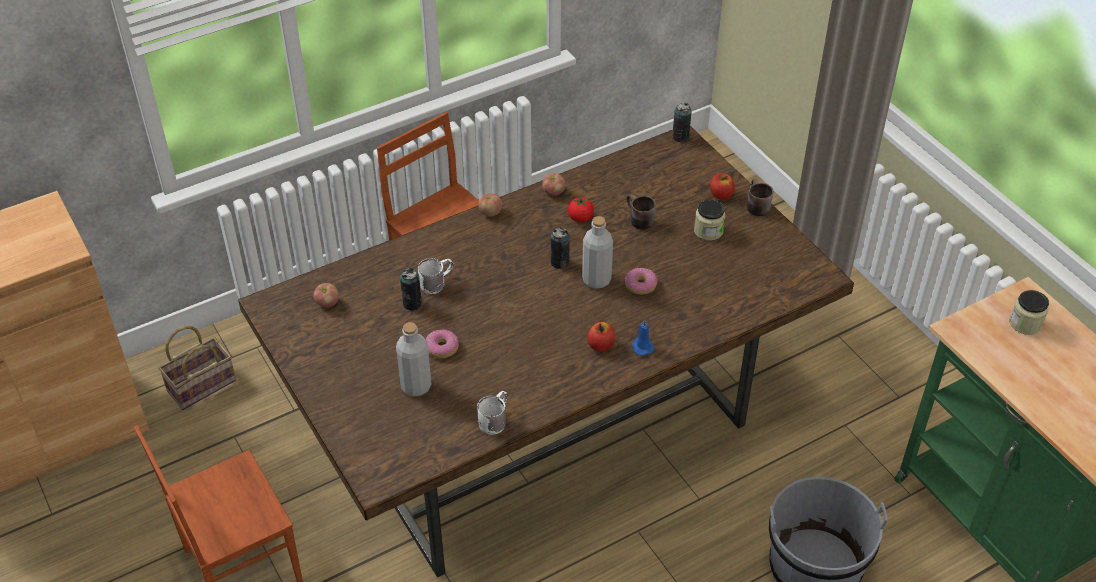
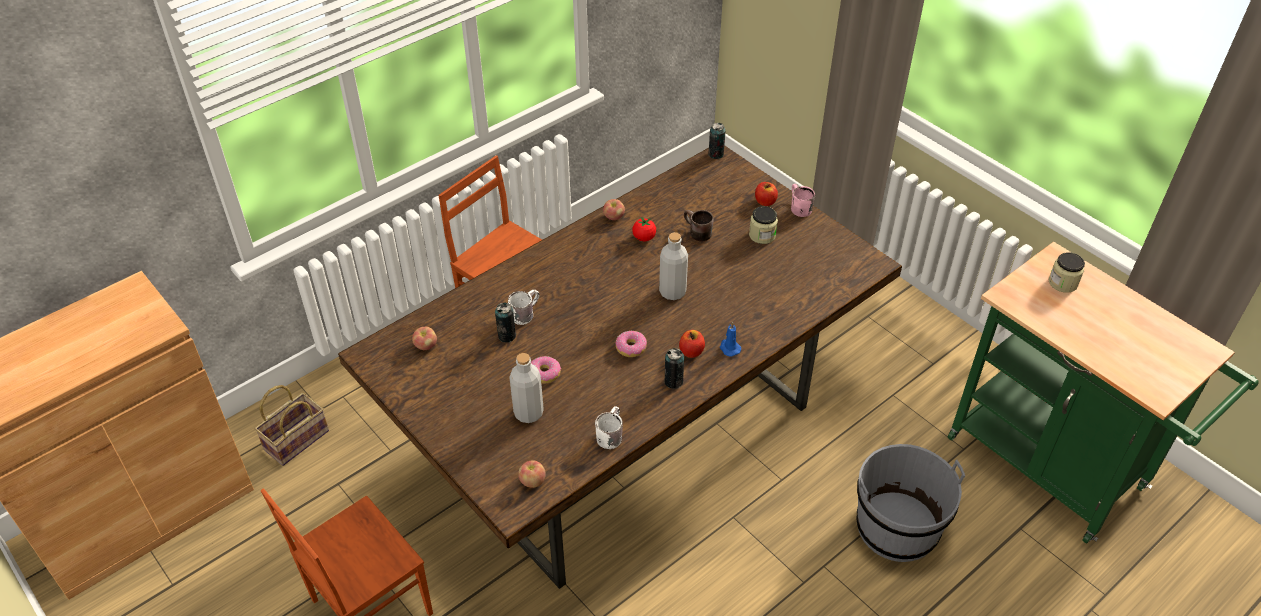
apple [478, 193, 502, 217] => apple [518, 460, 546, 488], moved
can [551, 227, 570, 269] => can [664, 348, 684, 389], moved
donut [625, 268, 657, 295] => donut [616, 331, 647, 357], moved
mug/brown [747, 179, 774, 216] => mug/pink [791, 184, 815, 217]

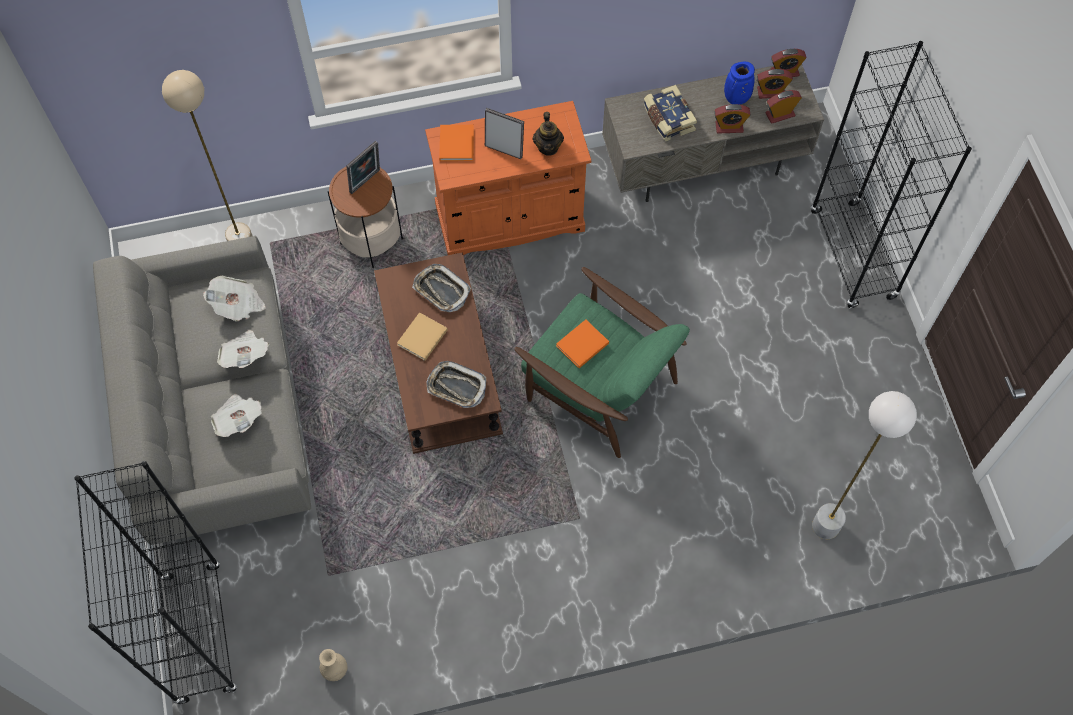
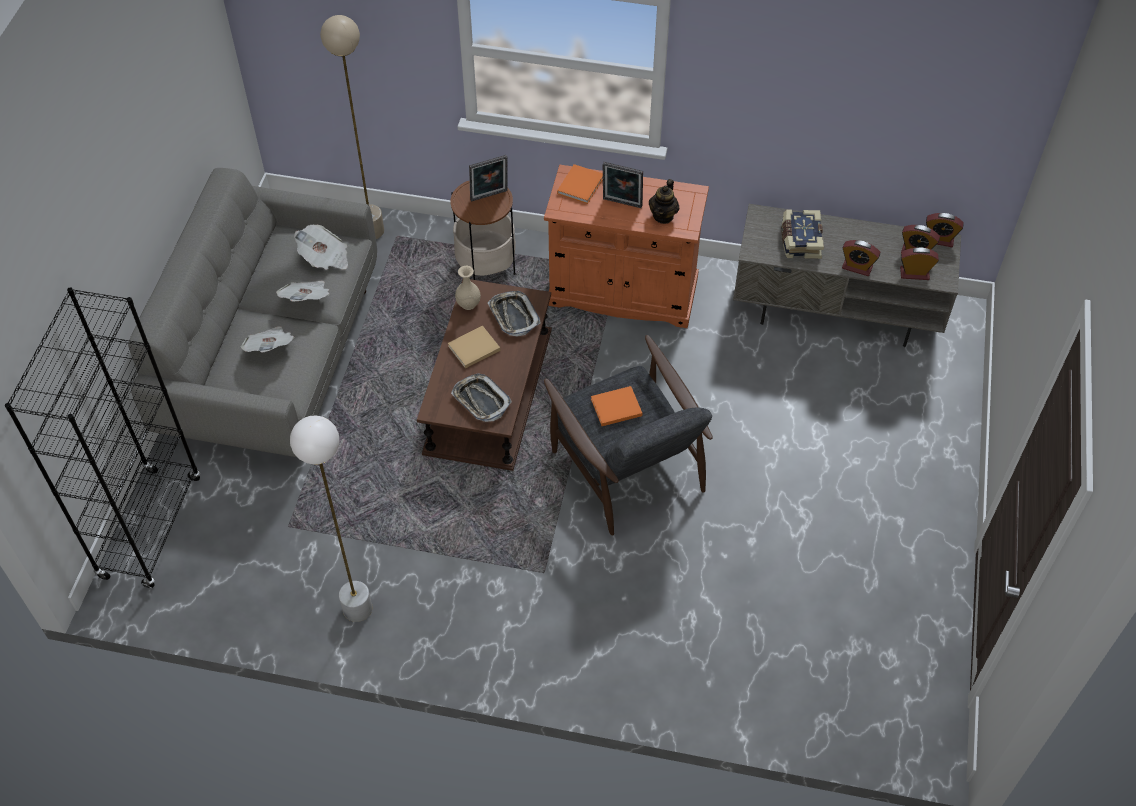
vase/beige [319, 649, 347, 681] => vase/beige [455, 266, 481, 310], moved
picture frame [485, 108, 524, 159] => picture frame [603, 162, 643, 208], 150 degrees clockwise
armchair/green [514, 267, 690, 458] => armchair/grey [544, 335, 713, 535]
vase/blue [724, 62, 755, 105] => nothing
bookcase/black [811, 41, 972, 308] => nothing
floor lamp/white [812, 391, 917, 539] => floor lamp/white [290, 415, 372, 622], moved

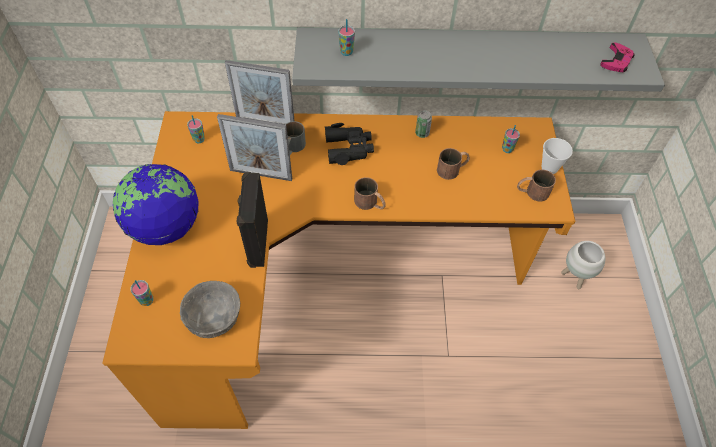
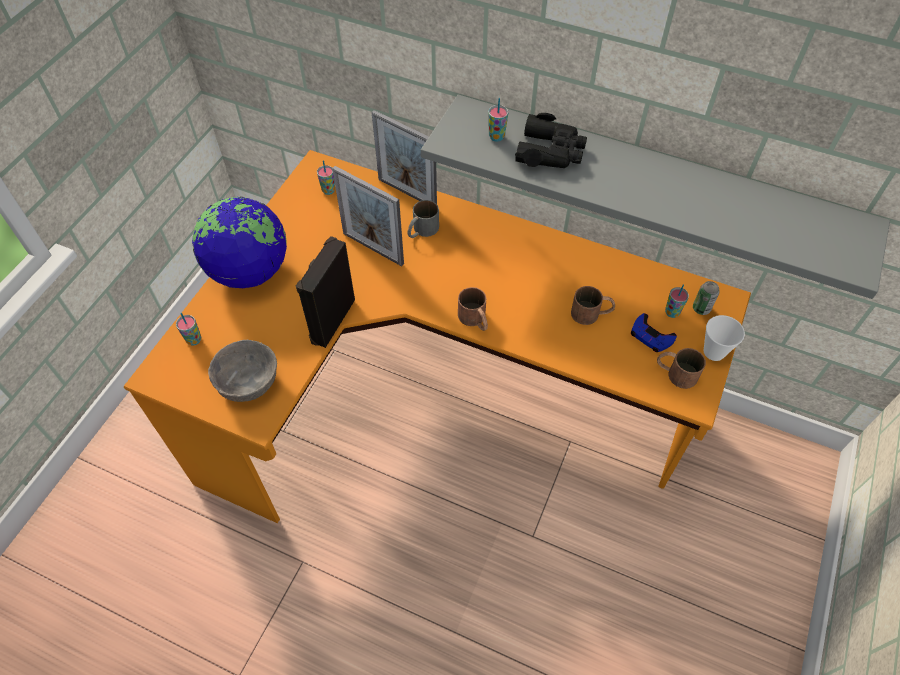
binoculars/black [325, 123, 374, 165] => binoculars/black [515, 113, 587, 168], moved
can [415, 110, 432, 138] => can [693, 281, 720, 315], moved
planter/white [561, 241, 605, 289] => nothing
game controller/pink [600, 42, 634, 72] => nothing
nothing => game controller/blue [631, 313, 677, 352]

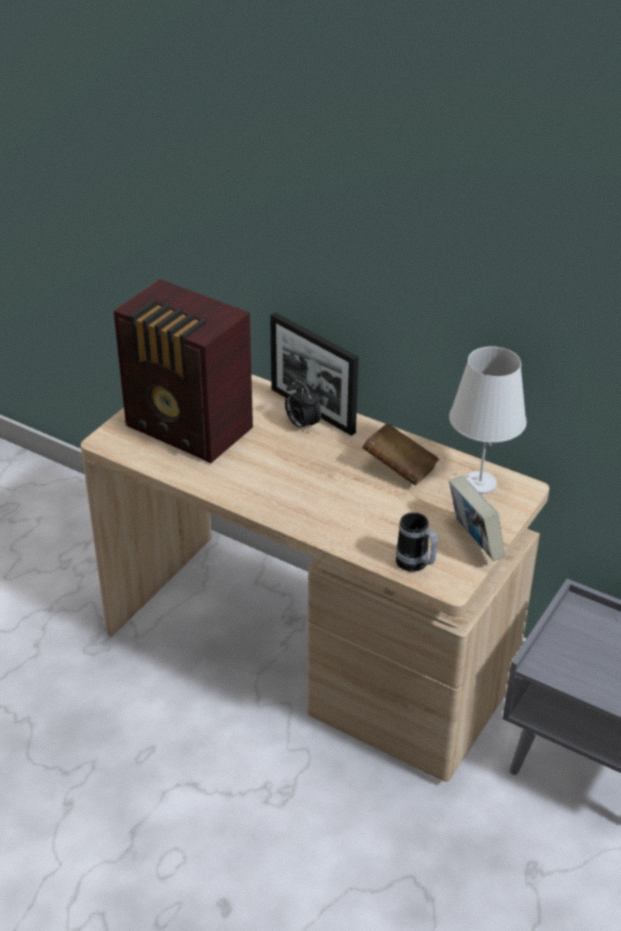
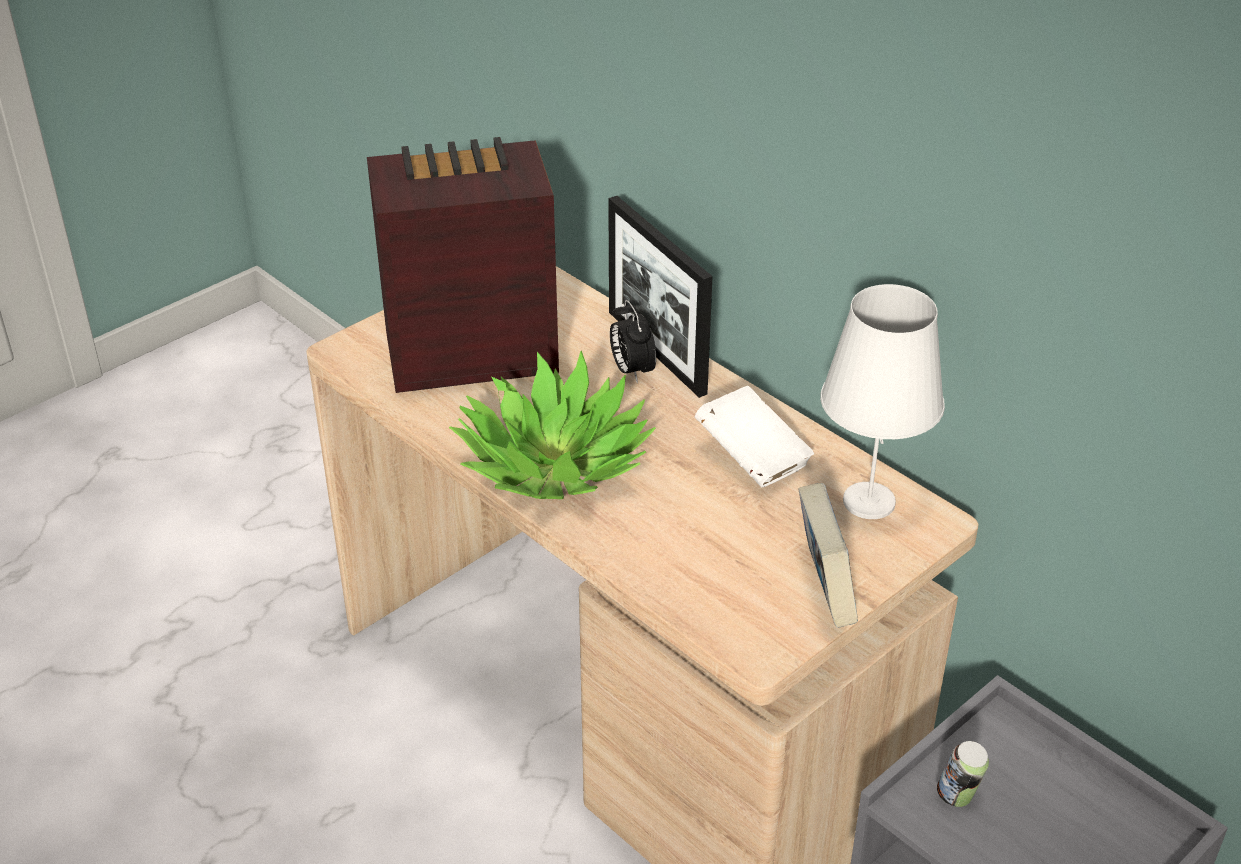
radio [113, 279, 253, 463] => radio [367, 137, 559, 393], 120 degrees clockwise
book/brown [362, 423, 439, 485] => book/white [695, 386, 814, 488]
mug [396, 512, 438, 572] => nothing
nothing => potted plant [449, 350, 656, 499]
nothing => can [937, 741, 989, 807]

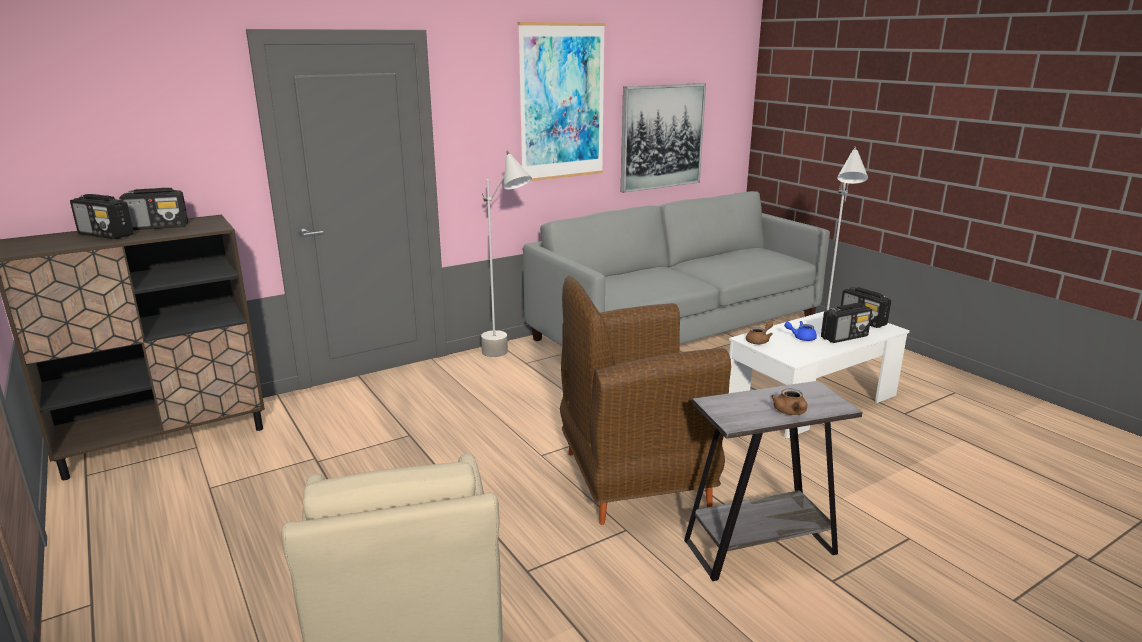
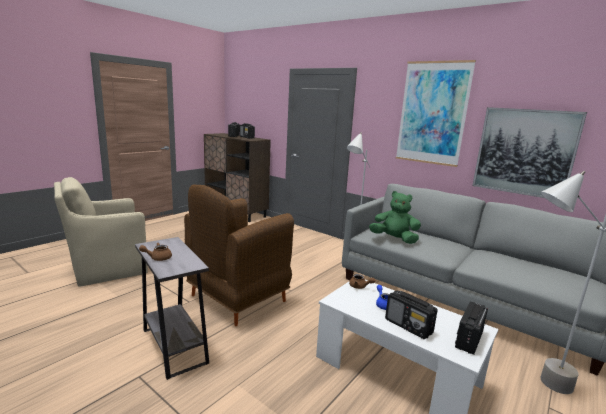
armchair/brown [560, 276, 731, 525] => armchair/brown [184, 184, 294, 326], 105 degrees counterclockwise
nothing => plush toy/green [369, 191, 421, 244]

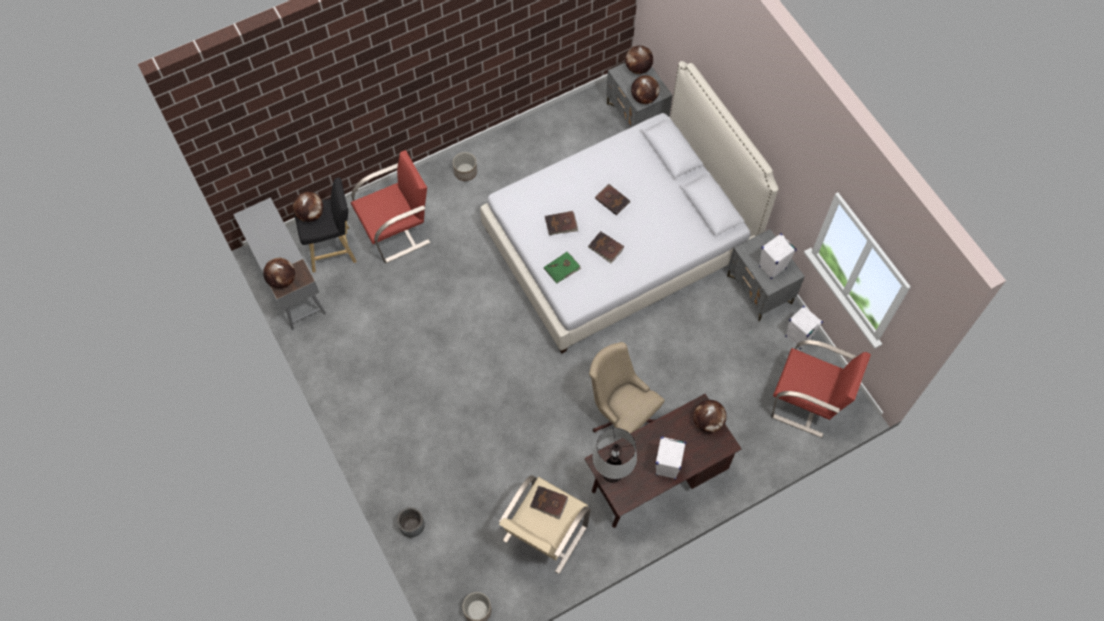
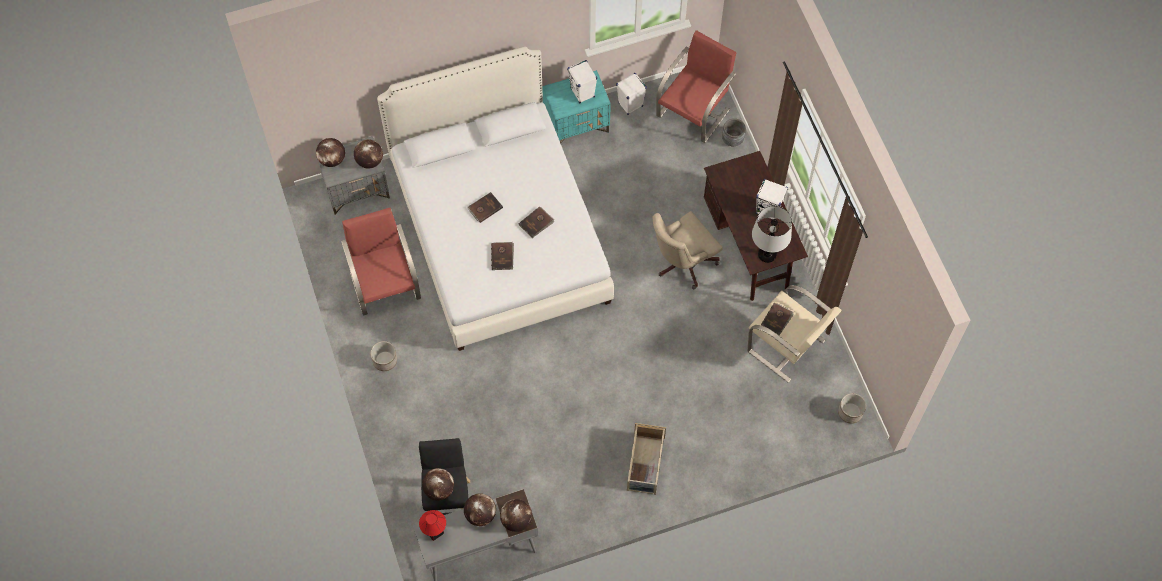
armchair/red [351, 150, 430, 263] => armchair/red [341, 208, 421, 316], moved
planter/grey [397, 507, 425, 537] => planter/grey [722, 118, 746, 146], moved
book/green [544, 252, 581, 284] => nothing
globe [693, 400, 726, 433] => globe [464, 493, 496, 526], moved
nightstand/grey [727, 229, 805, 322] => nightstand/turquoise [542, 70, 611, 144]
nothing => table lamp [419, 510, 446, 541]
nothing => storage box/beige [627, 423, 666, 495]

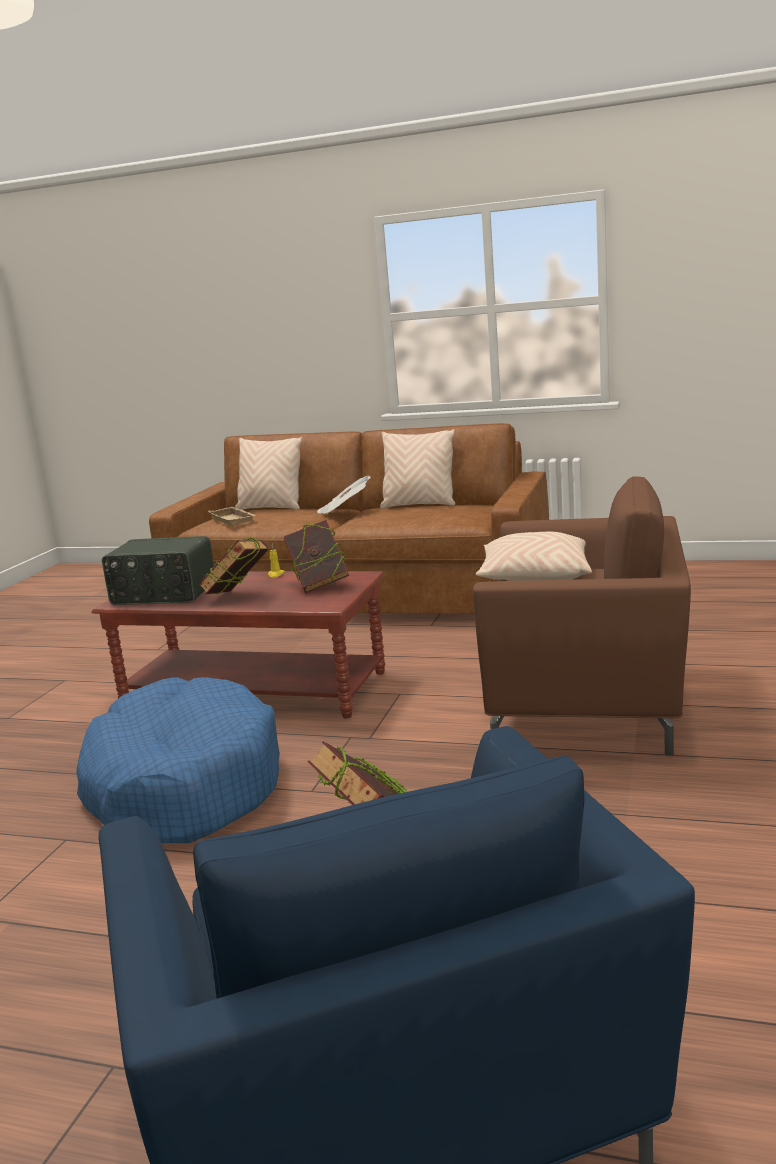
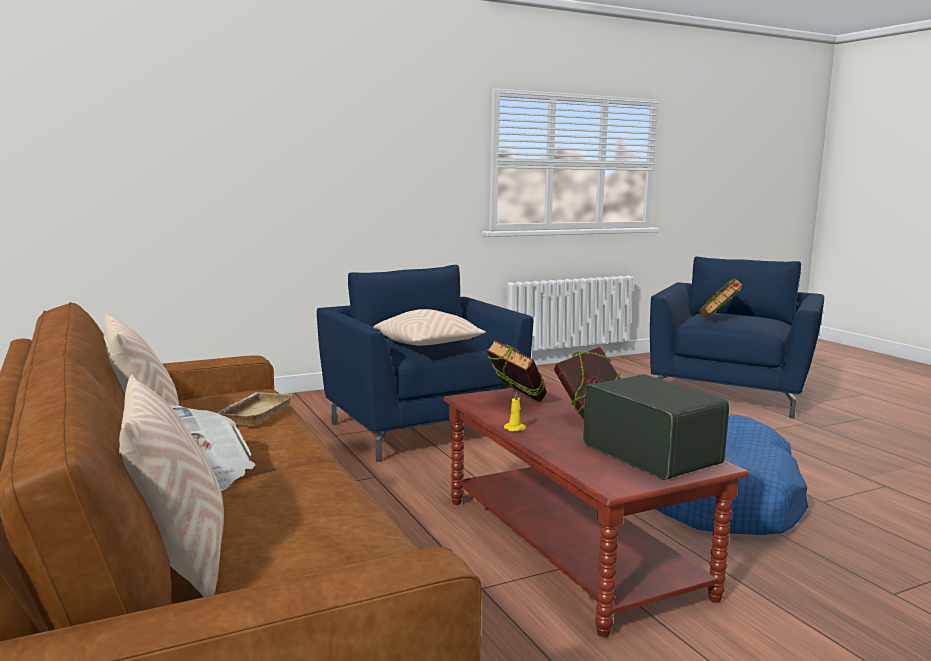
tray/beige [208, 507, 255, 526] => tray/beige [217, 392, 293, 426], moved
armchair/brown [473, 476, 691, 756] => armchair/blue [317, 265, 533, 462]

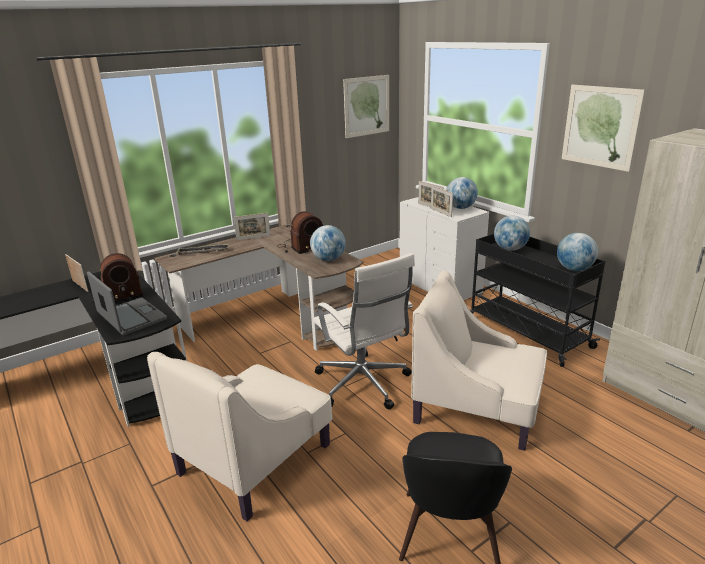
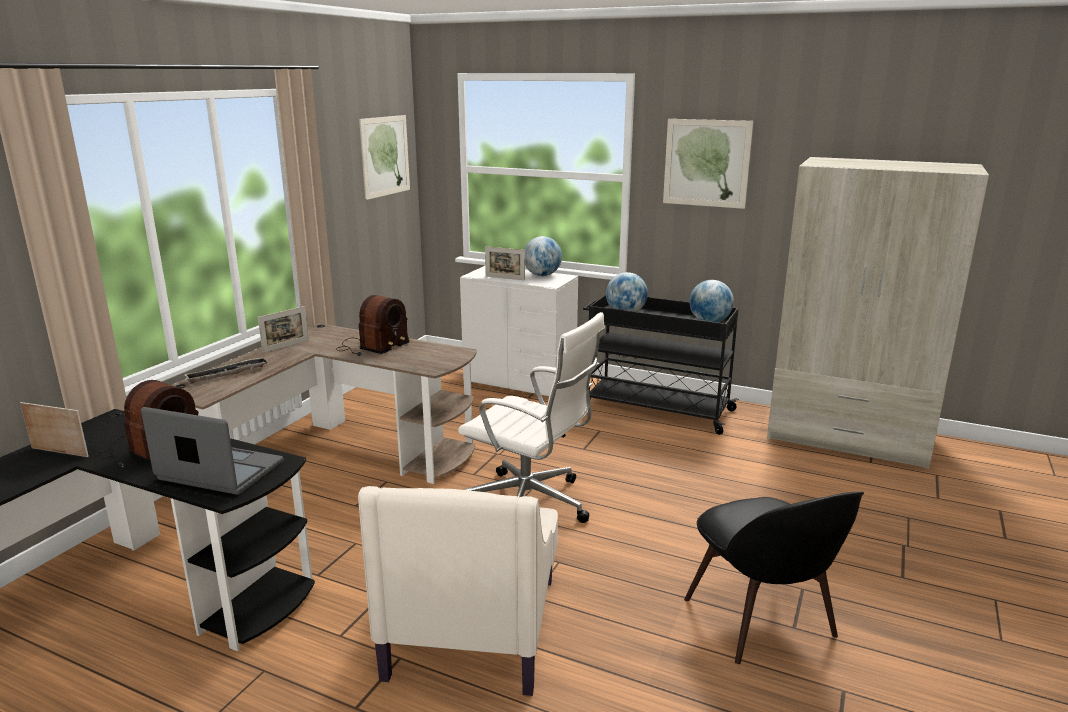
globe [310, 225, 346, 261] => nothing
armchair/beige [411, 271, 547, 451] => nothing
picture frame [431, 185, 453, 218] => nothing

